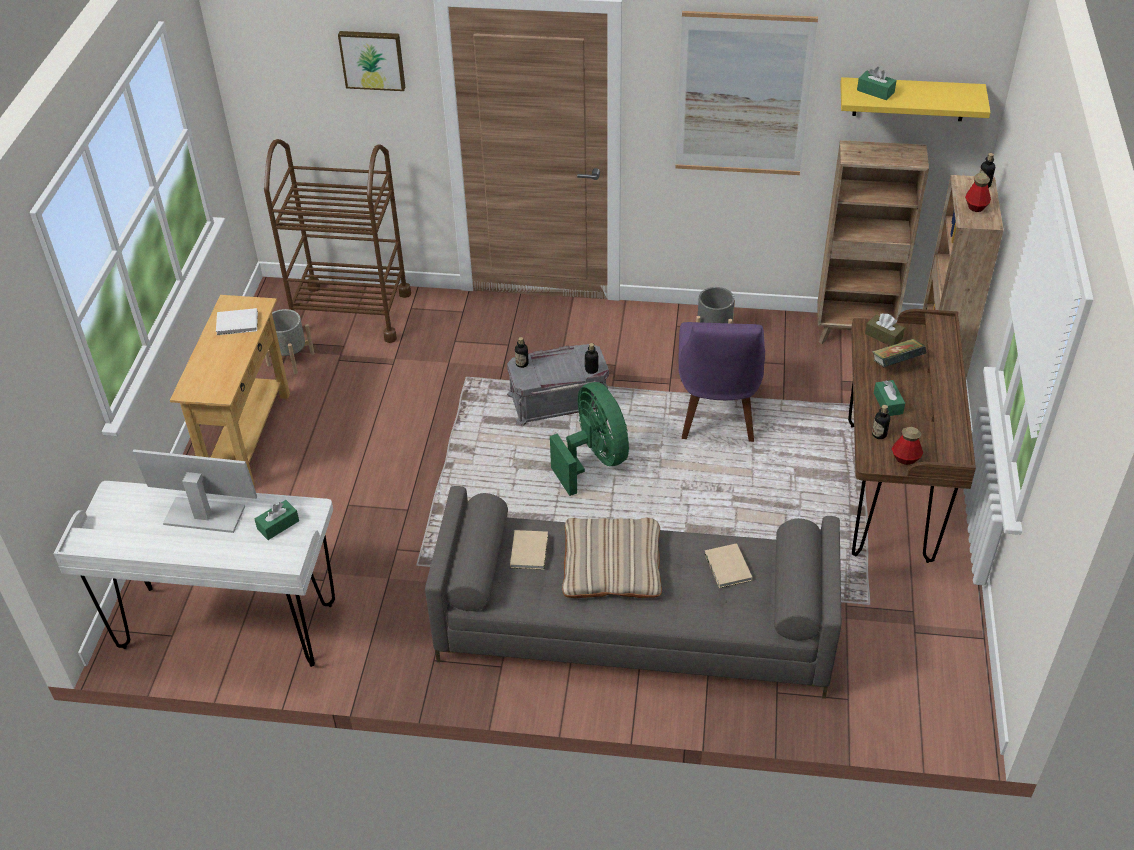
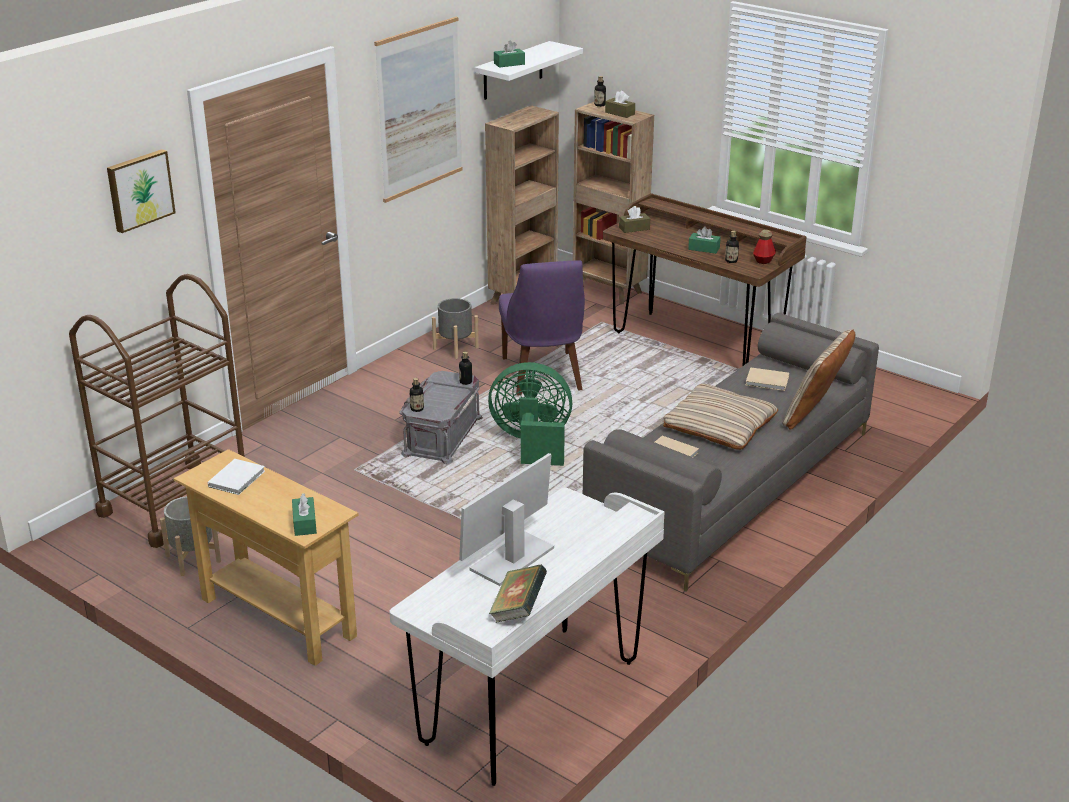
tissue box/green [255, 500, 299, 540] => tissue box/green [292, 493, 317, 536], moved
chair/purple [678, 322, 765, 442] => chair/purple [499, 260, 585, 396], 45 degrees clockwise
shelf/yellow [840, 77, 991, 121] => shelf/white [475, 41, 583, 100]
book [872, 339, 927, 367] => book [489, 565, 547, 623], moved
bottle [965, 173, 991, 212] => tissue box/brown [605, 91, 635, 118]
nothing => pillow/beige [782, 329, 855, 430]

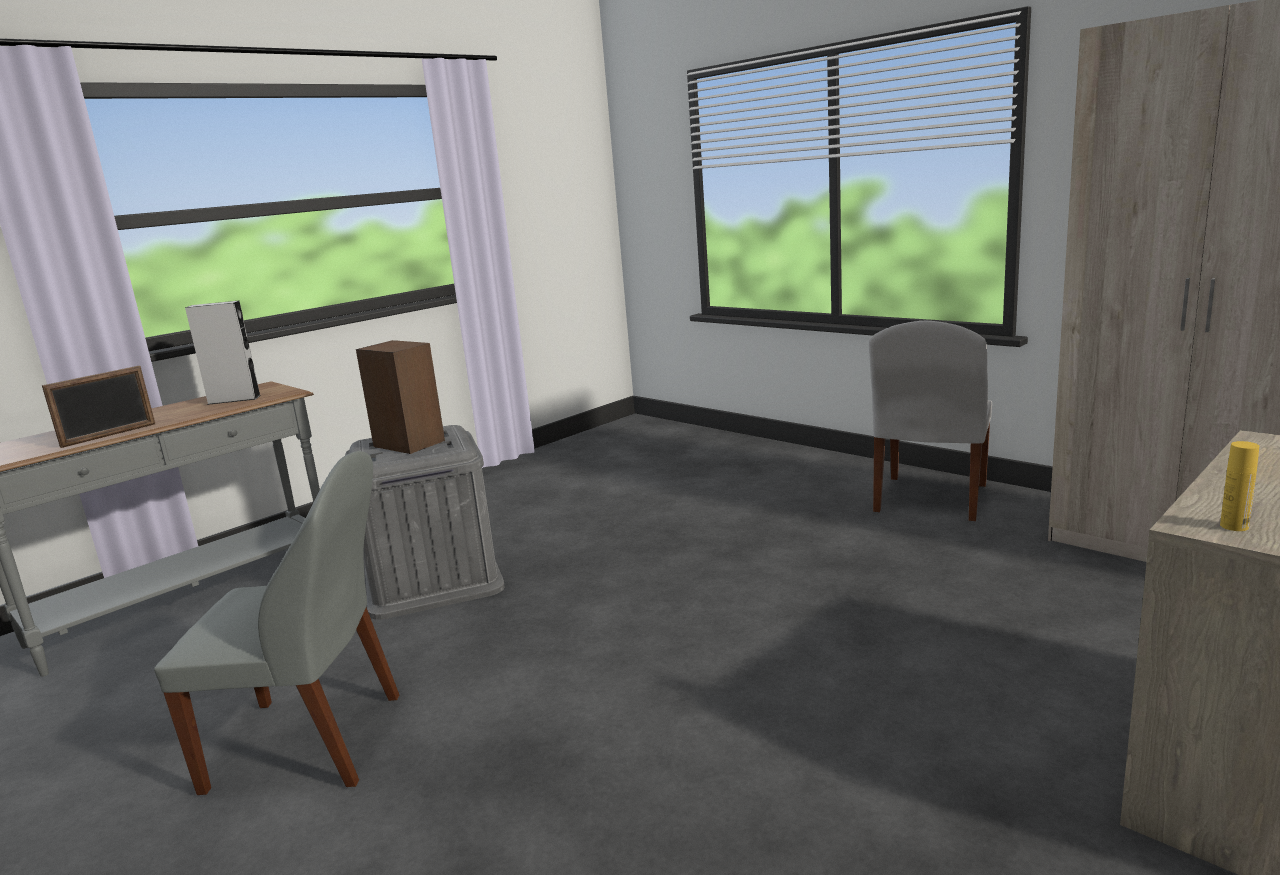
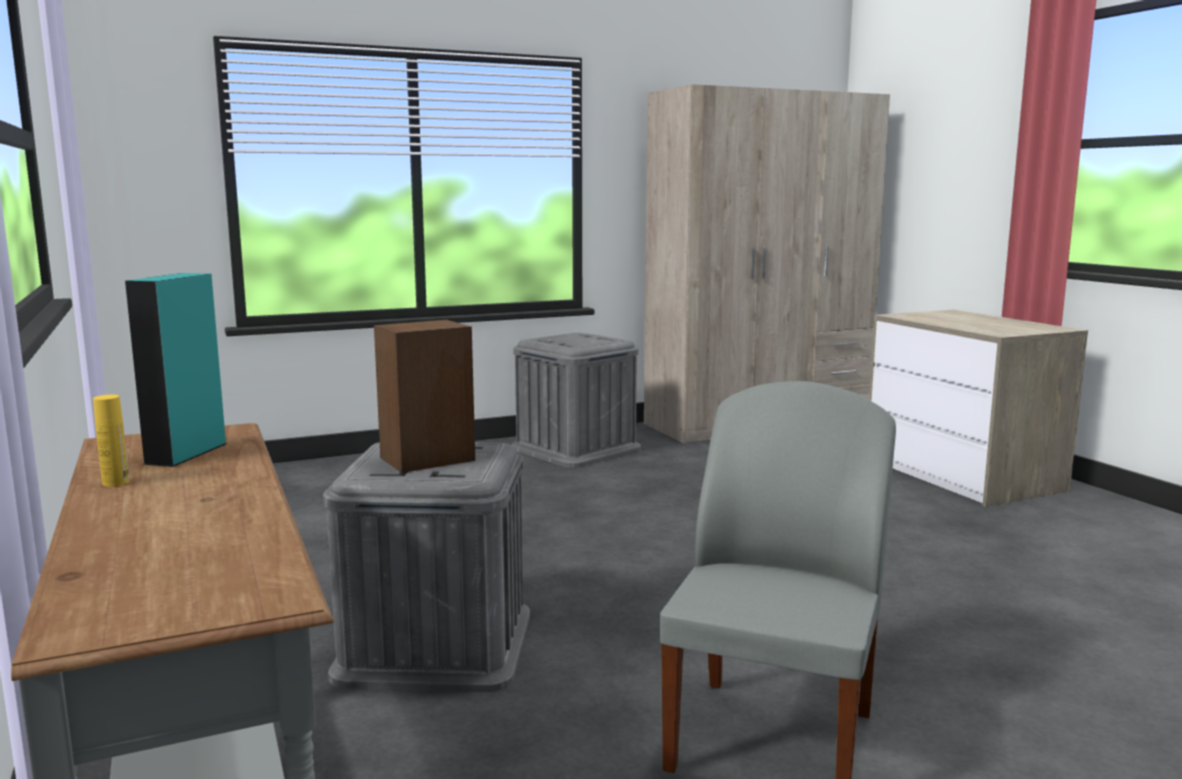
picture frame [42, 366, 155, 448] => nothing
speaker/grey [185, 301, 261, 405] => speaker/turquoise [125, 273, 227, 467]
chair/white [868, 321, 992, 521] => storage box/grey [511, 333, 641, 468]
bottle/yellow [1220, 441, 1259, 531] => bottle/yellow [93, 395, 129, 487], moved

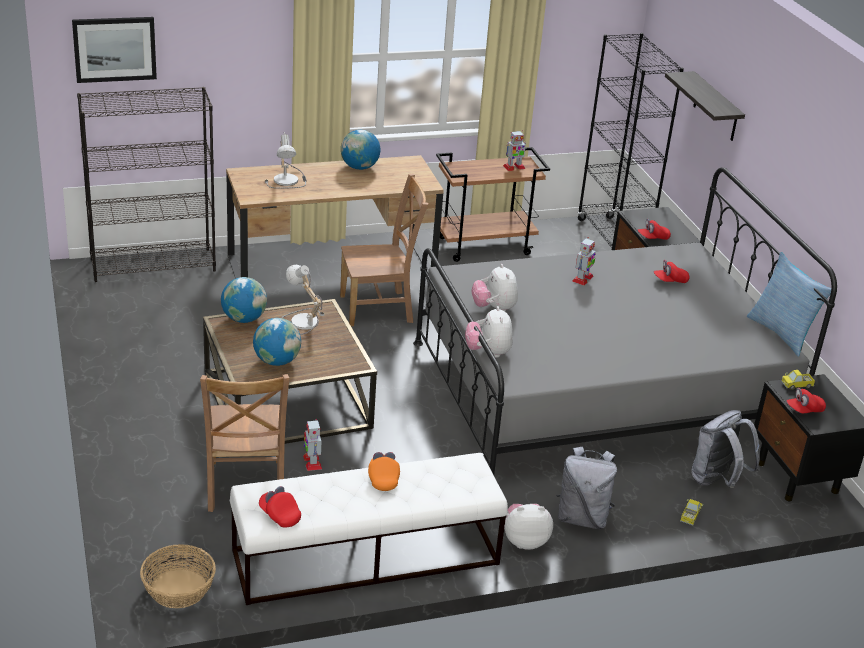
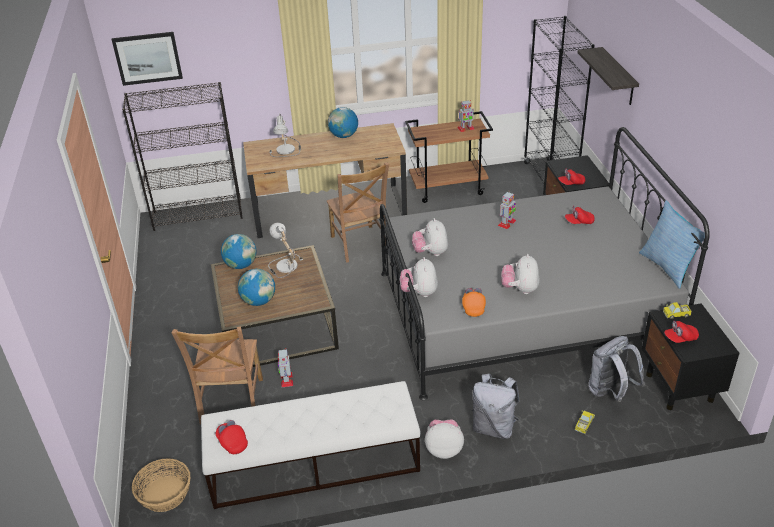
chair/brown [340, 173, 428, 326] => chair/brown [326, 162, 389, 263], 75 degrees clockwise
cap/orange [368, 452, 400, 491] => cap/orange [462, 288, 486, 317], moved
nothing => plush toy [501, 254, 540, 294]

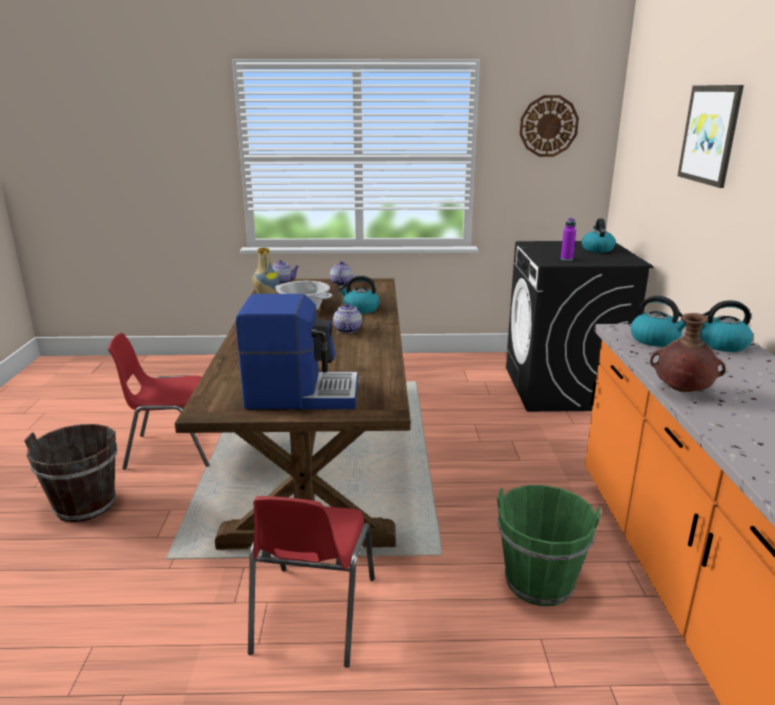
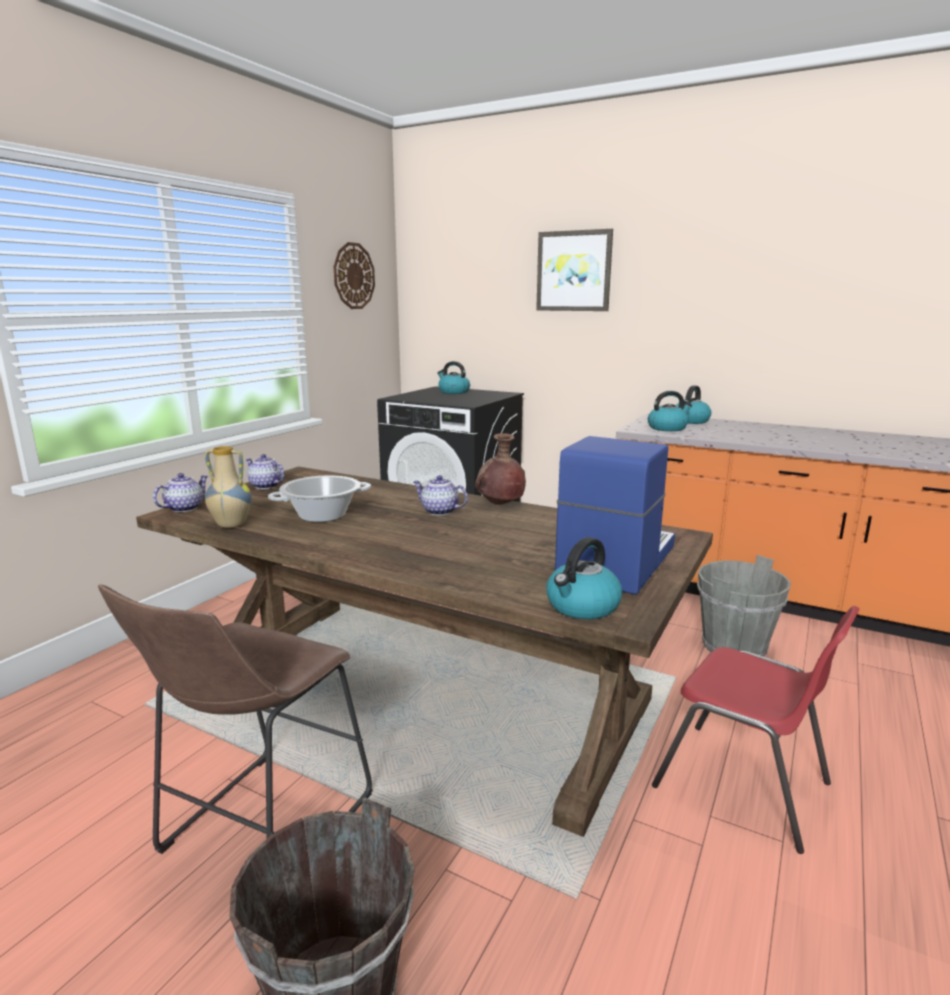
chair/red [108, 333, 209, 470] => stool/brown [98, 584, 372, 866]
kettle [338, 276, 380, 314] => kettle [546, 537, 623, 619], moved
bucket/green [497, 485, 601, 606] => bucket/grey [697, 555, 791, 657]
bottle/purple [561, 218, 576, 261] => nothing
vase/brown [650, 313, 726, 392] => vase/brown [475, 433, 526, 505], moved

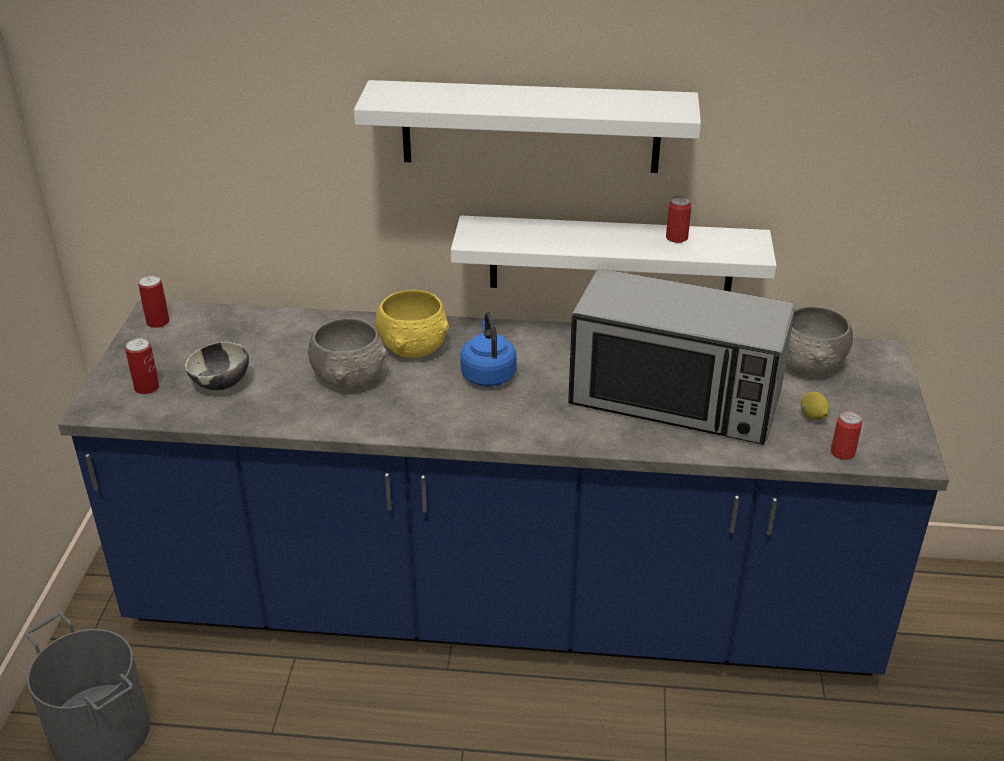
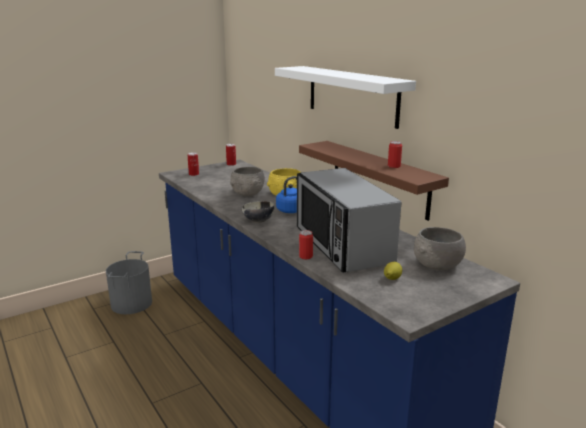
bowl [185, 342, 249, 391] => bowl [241, 201, 274, 223], moved
shelf/white [451, 216, 776, 292] => shelf/brown [299, 141, 449, 221]
can [831, 411, 862, 460] => can [299, 230, 313, 259], moved

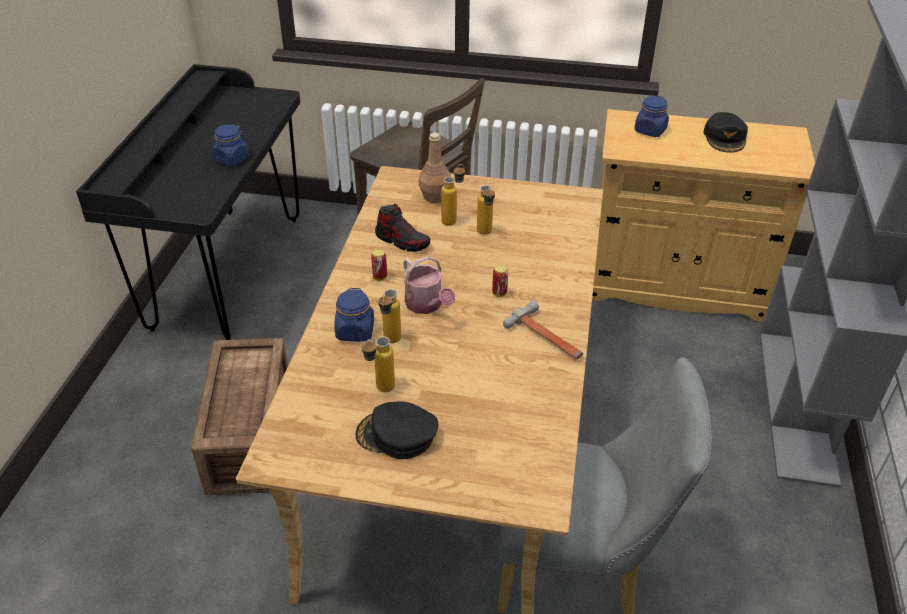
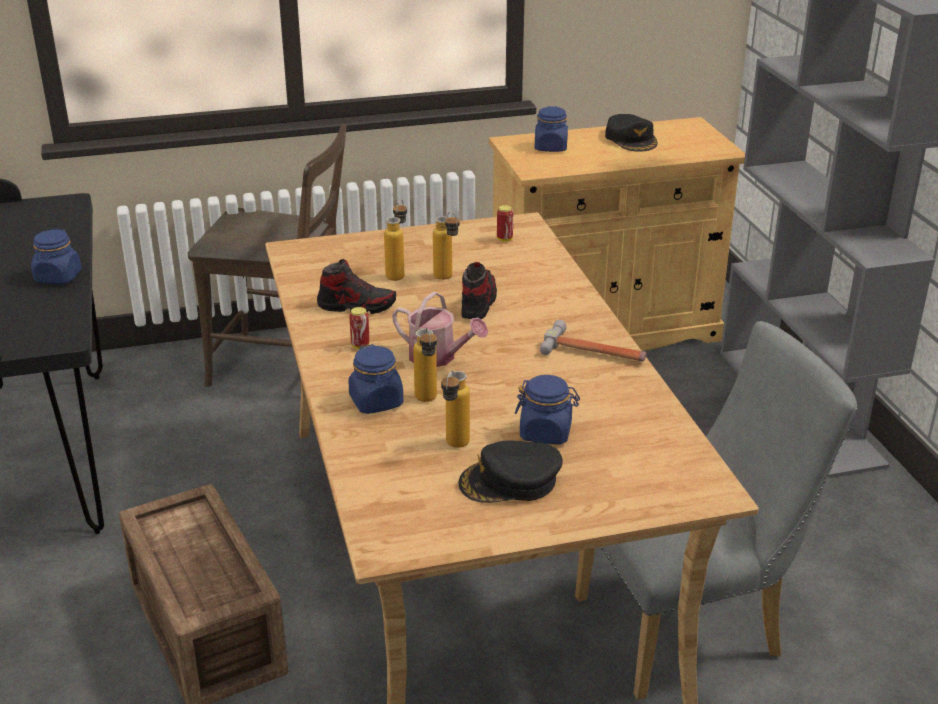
bottle/brown [419, 132, 451, 203] => nothing
can [492, 265, 508, 297] => can [497, 205, 513, 242], moved
nothing => shoe [461, 262, 497, 319]
nothing => jar/blue [515, 375, 580, 444]

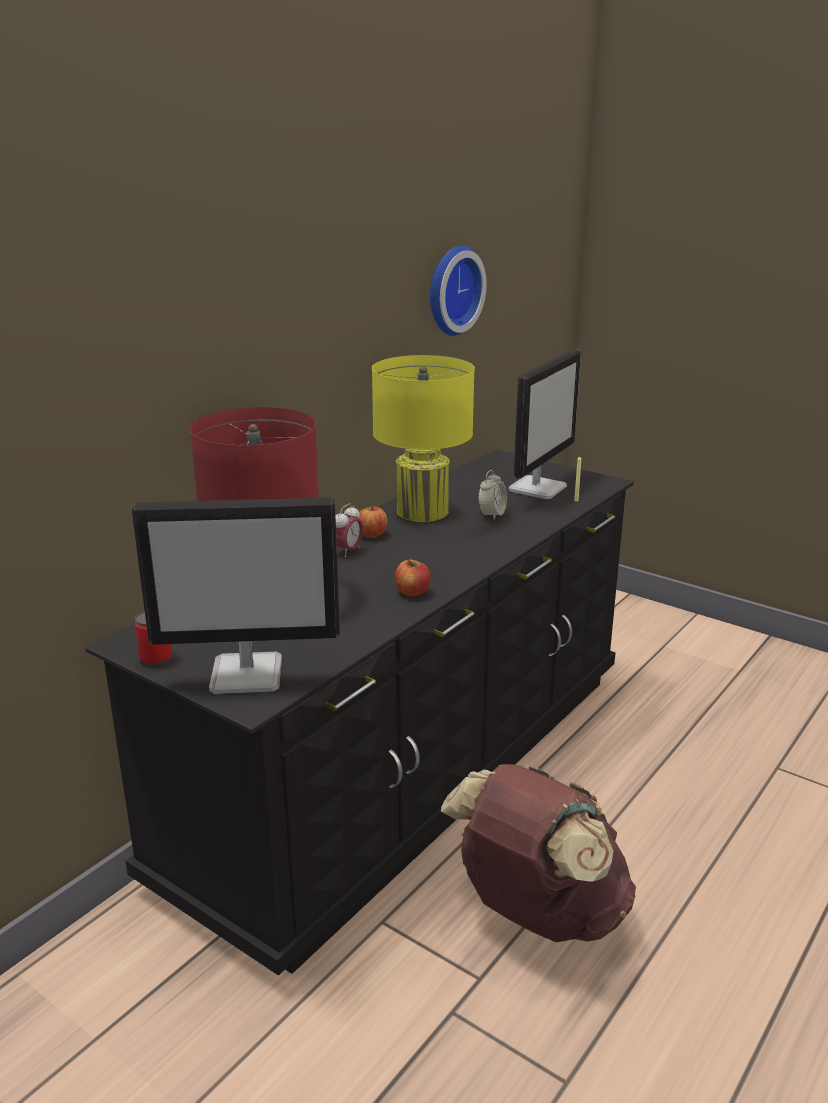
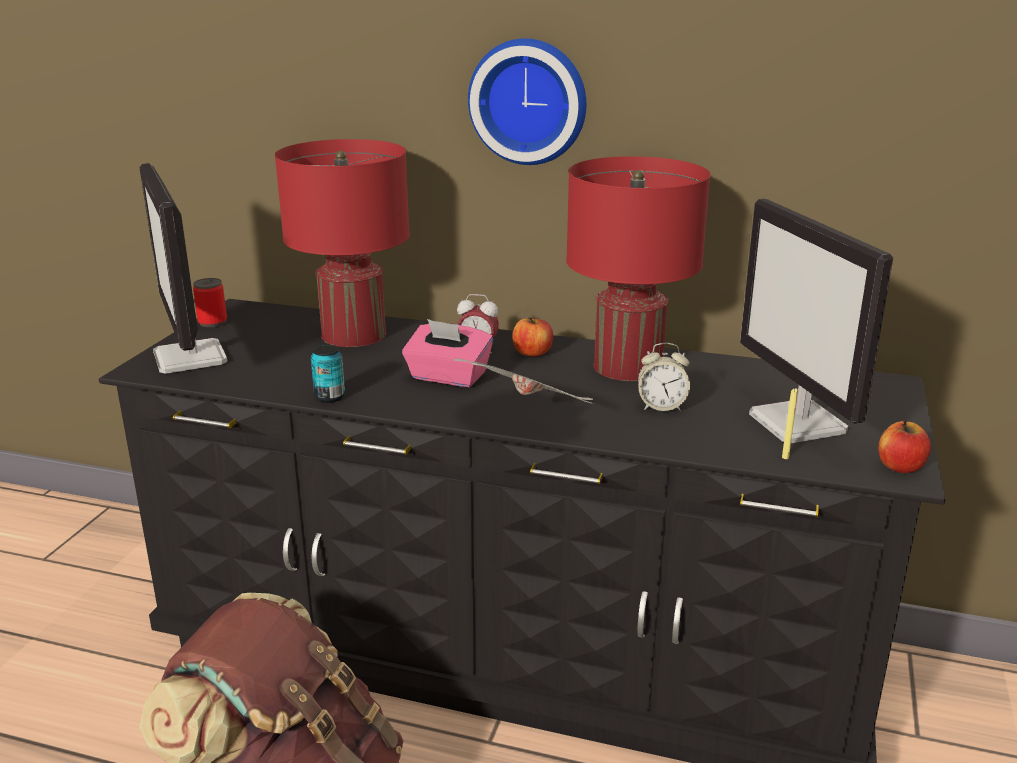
table lamp/yellow [372, 355, 475, 522] => table lamp/red [566, 156, 711, 381]
apple [395, 560, 430, 596] => apple [878, 420, 931, 473], moved
wall clock [430, 246, 487, 336] => wall clock [468, 38, 586, 165], moved
monitor [509, 349, 581, 499] => monitor [740, 199, 893, 443], 60 degrees clockwise
nothing => can [311, 345, 345, 403]
nothing => tissue box/pink [402, 319, 493, 387]
nothing => newspaper [454, 359, 593, 404]

